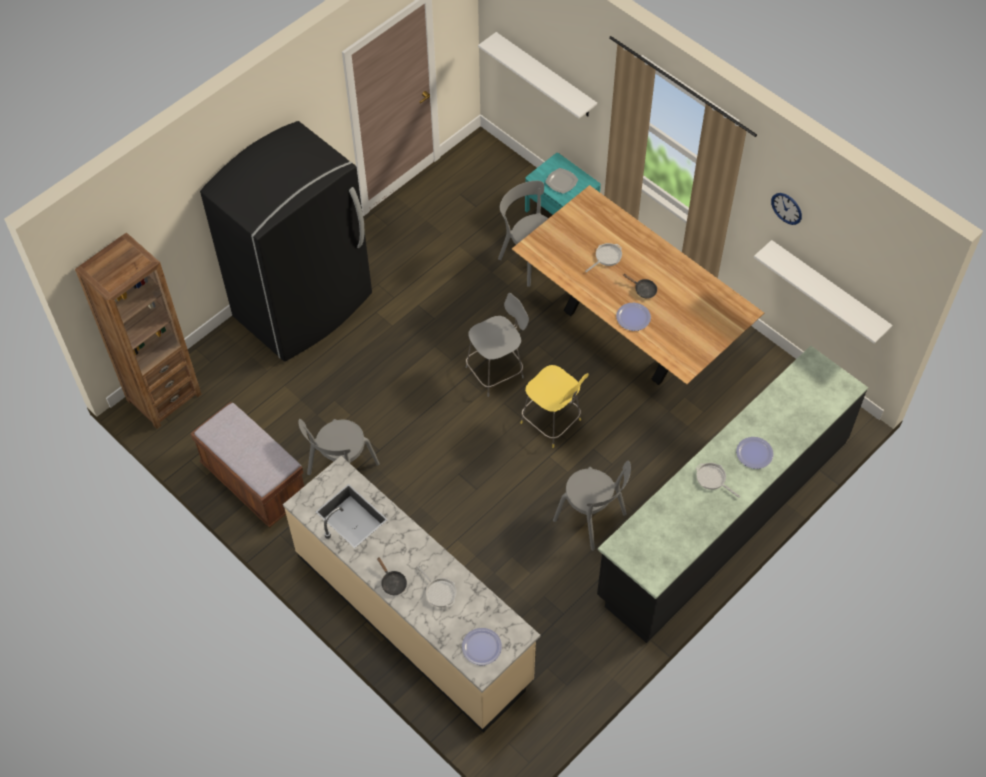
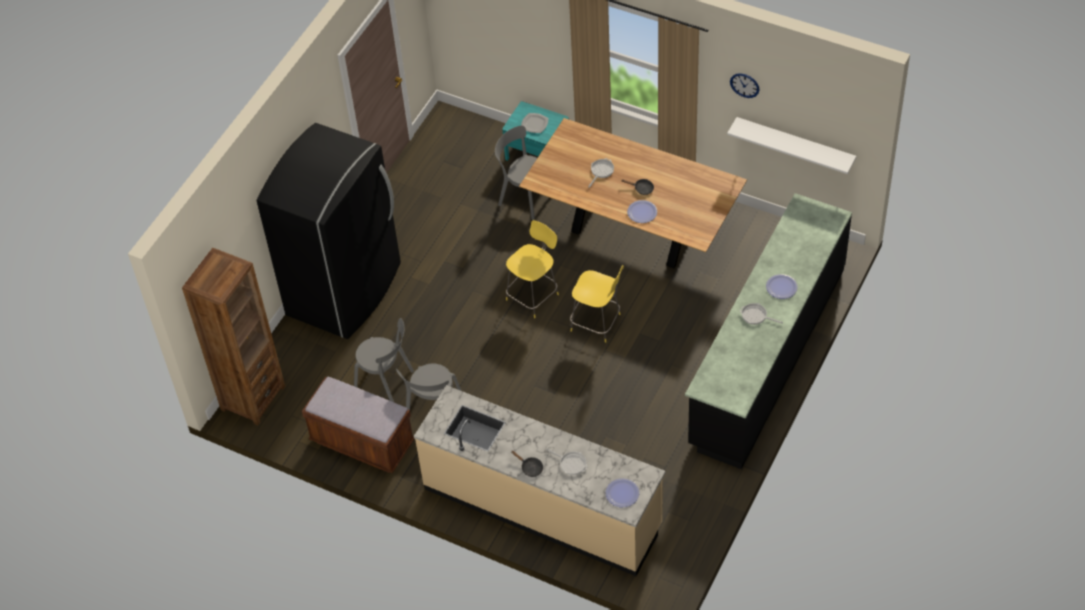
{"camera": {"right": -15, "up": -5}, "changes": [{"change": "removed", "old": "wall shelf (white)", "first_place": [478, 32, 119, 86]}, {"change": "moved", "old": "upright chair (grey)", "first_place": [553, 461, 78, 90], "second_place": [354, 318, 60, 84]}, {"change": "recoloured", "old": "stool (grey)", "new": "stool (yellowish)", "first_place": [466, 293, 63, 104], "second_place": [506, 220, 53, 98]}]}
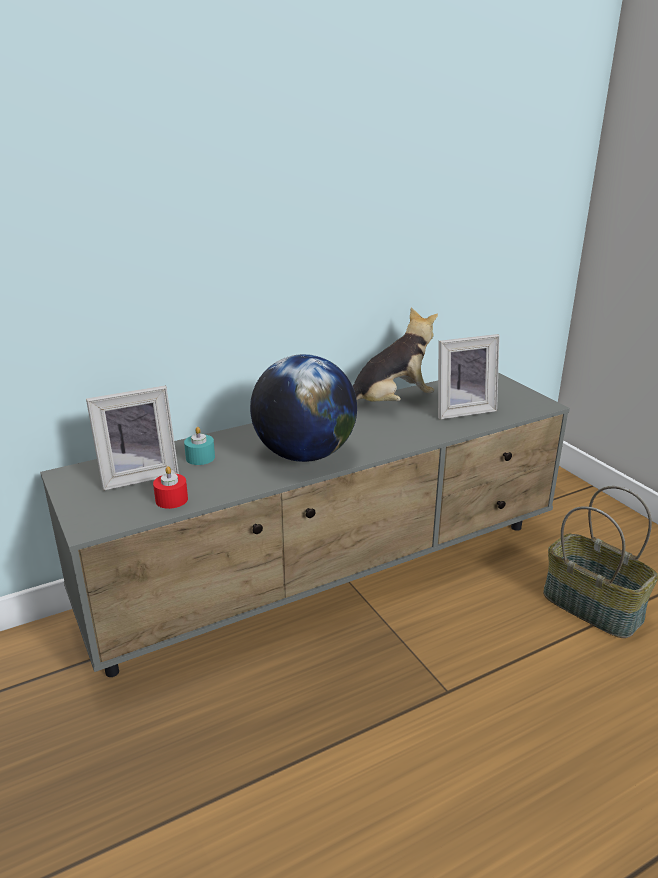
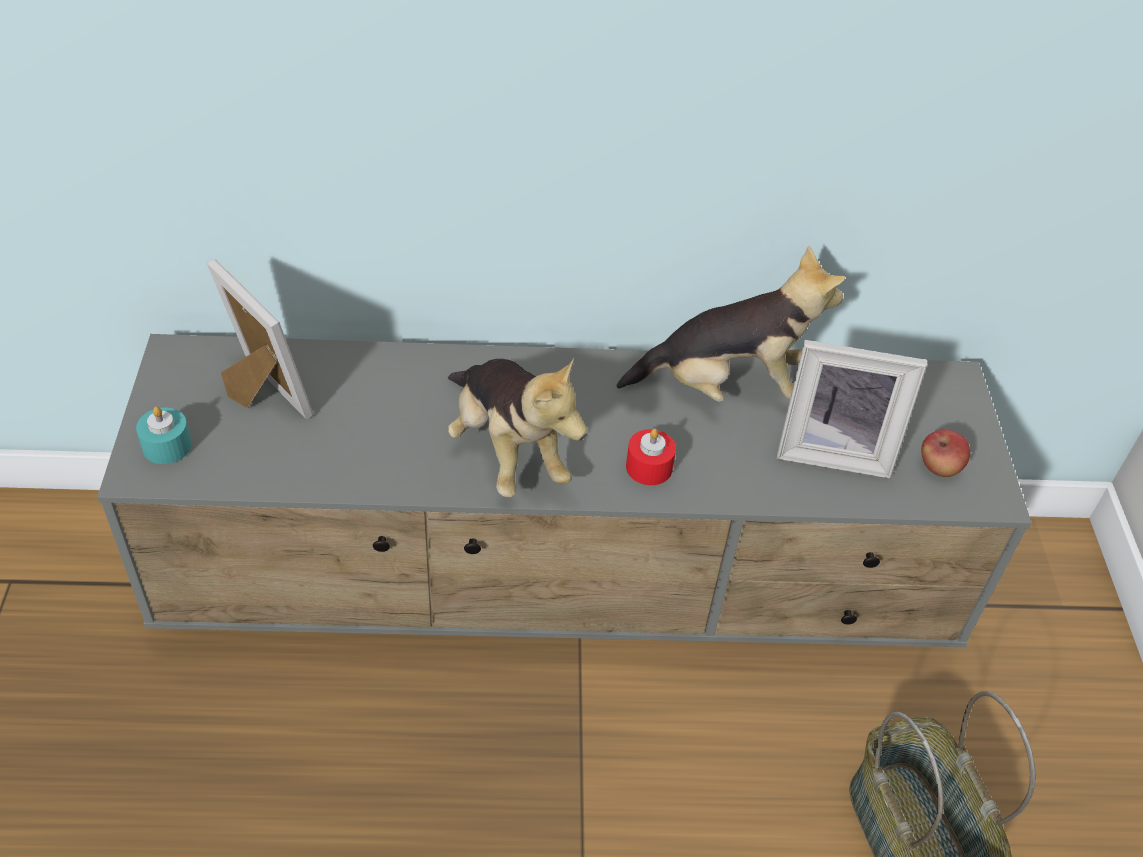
{"camera": {"right": 25, "up": 20}, "changes": [{"change": "added", "new": "apple fruit", "second_place": [921, 429, 49, 48]}, {"change": "moved", "old": "candle (red)", "first_place": [153, 466, 35, 43], "second_place": [626, 429, 50, 56]}, {"change": "moved", "old": "candle (turquoise-coloured)", "first_place": [184, 427, 31, 38], "second_place": [136, 406, 56, 58]}, {"change": "replaced", "old": "world globe", "new": "plush toy", "first_place": [250, 354, 107, 108], "second_place": [448, 358, 139, 139]}, {"change": "turned", "old": "picture frame", "first_place": [86, 386, 93, 105], "second_place": [207, 259, 106, 161], "degrees": -135}]}
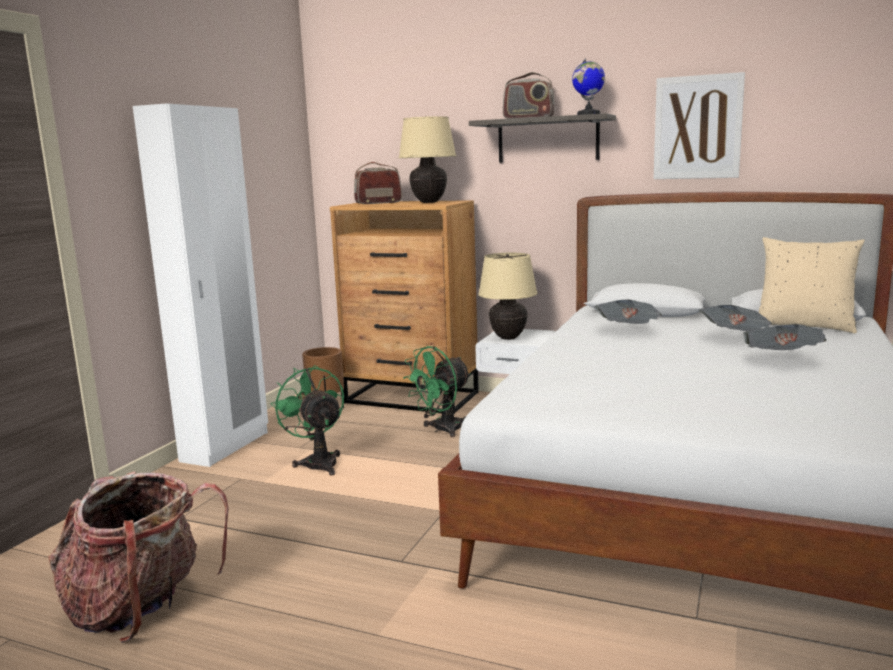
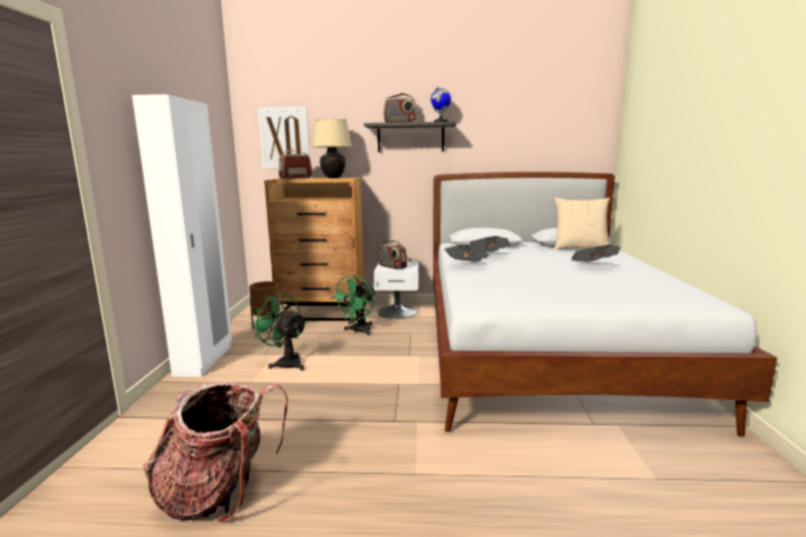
{"camera": {"right": -20, "up": 0}, "changes": [{"change": "moved", "old": "wall picture", "first_place": [654, 72, 91, 107], "second_place": [258, 107, 52, 61]}, {"change": "moved", "old": "printed paper", "first_place": [699, 305, 73, 26], "second_place": [444, 245, 45, 17]}, {"change": "replaced", "old": "tabletop lamp (beige-coloured)", "new": "radio set", "first_place": [478, 253, 60, 87], "second_place": [379, 240, 28, 30]}]}
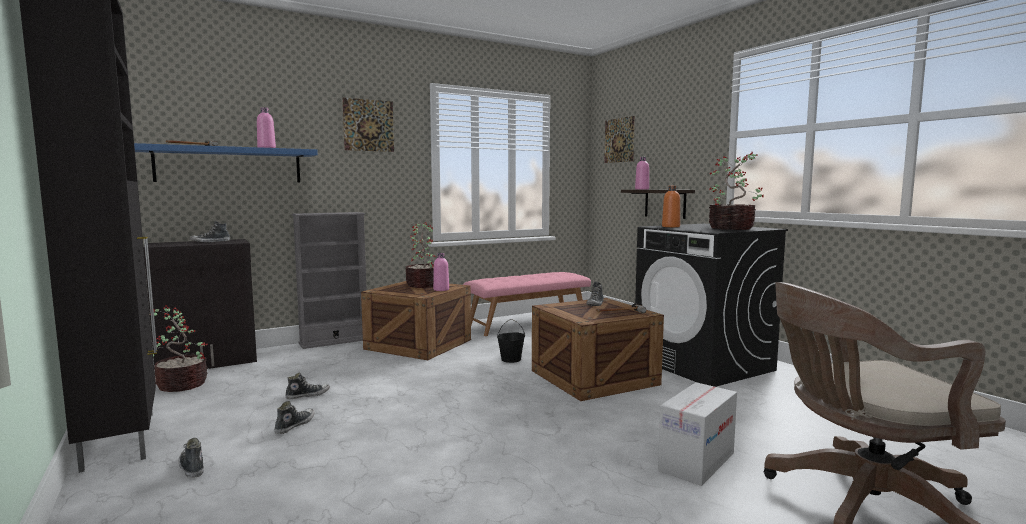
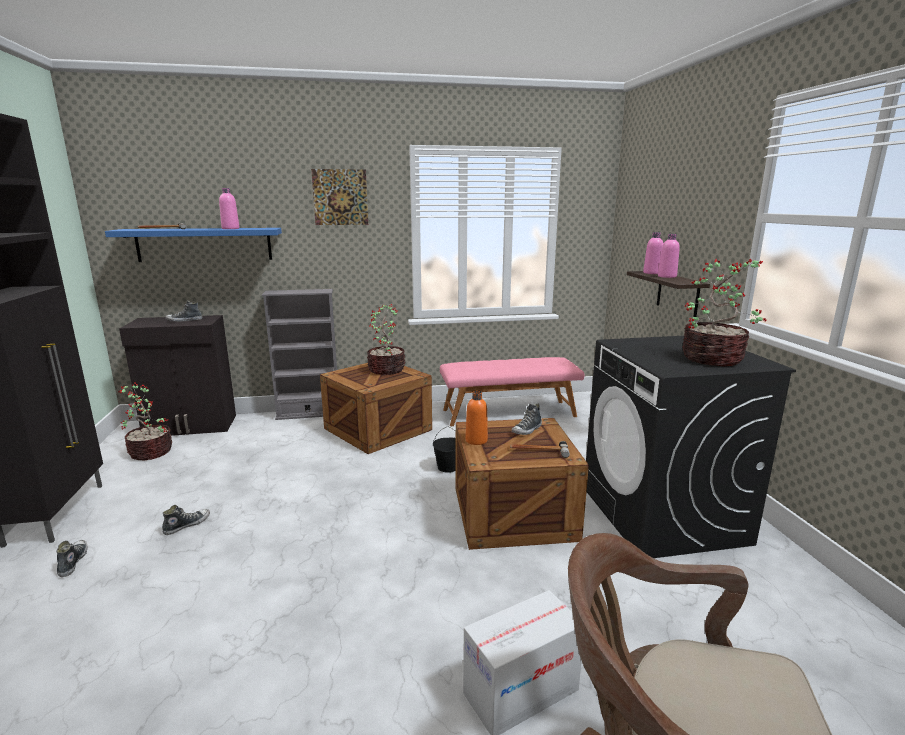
{"camera": {"right": 20, "up": 10}, "changes": [{"change": "removed", "old": "low shoe", "first_place": [285, 373, 45, 26]}, {"change": "removed", "old": "wall picture", "first_place": [604, 116, 31, 47]}, {"change": "moved", "old": "beverage bottle (pink-coloured)", "first_place": [433, 253, 16, 38], "second_place": [658, 234, 22, 44]}, {"change": "moved", "old": "beverage bottle (orange-coloured)", "first_place": [662, 186, 18, 41], "second_place": [465, 391, 23, 54]}]}
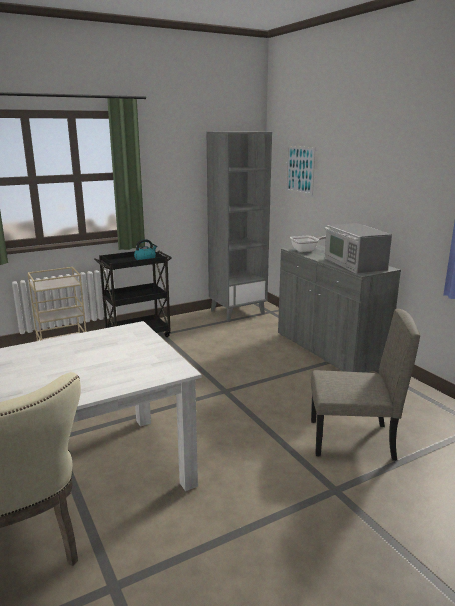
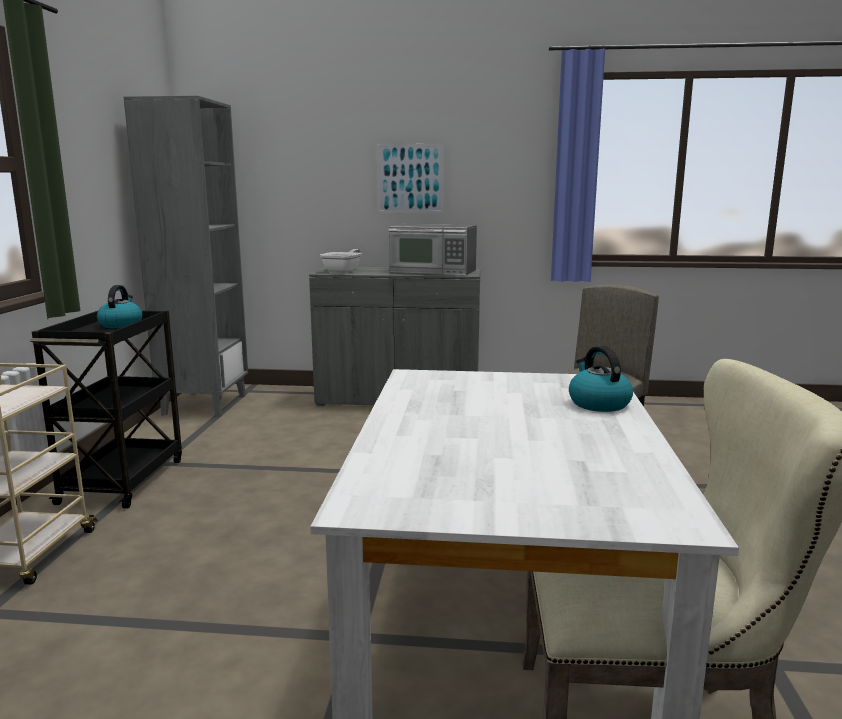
{"camera": {"right": -55, "up": -5}, "changes": [{"change": "added", "new": "kettle", "second_place": [569, 346, 64, 66]}, {"change": "moved", "old": "wall picture", "first_place": [286, 146, 30, 49], "second_place": [377, 144, 67, 69]}]}
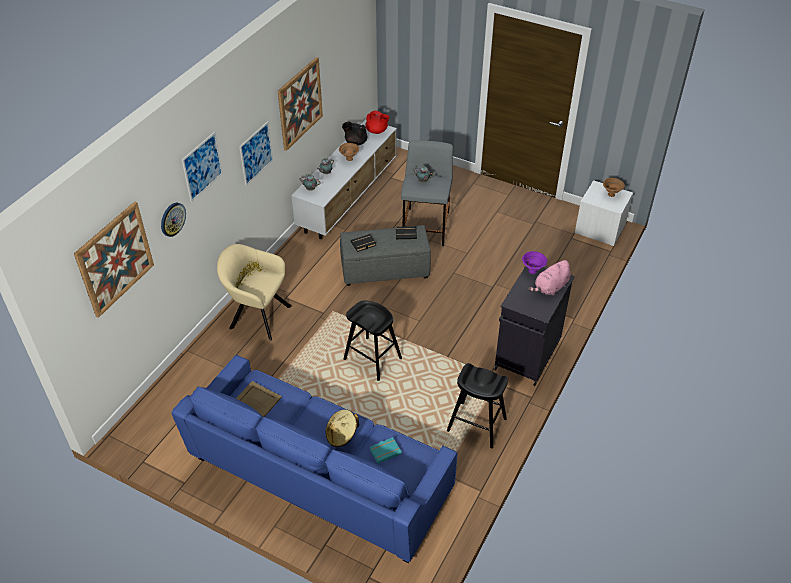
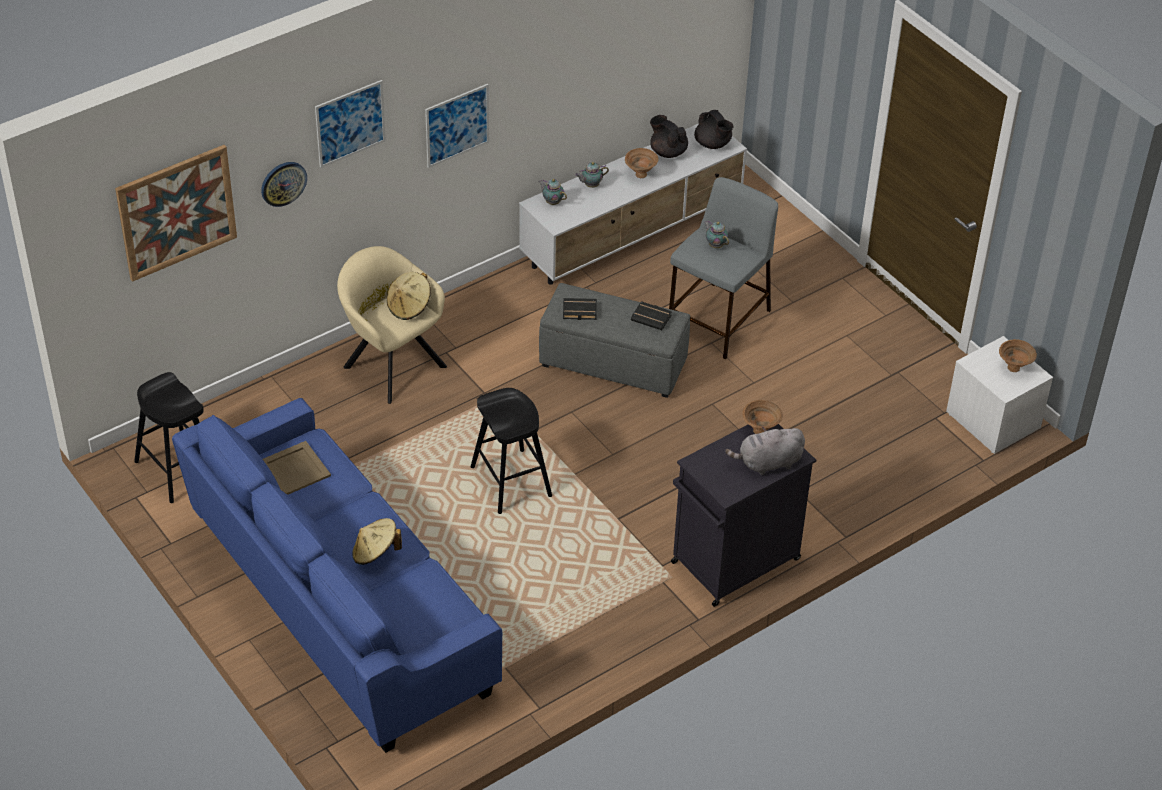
{"camera": {"right": 25, "up": 0}, "changes": [{"change": "removed", "old": "wall picture", "first_place": [278, 57, 45, 94]}, {"change": "removed", "old": "book (turquoise-coloured)", "first_place": [370, 437, 32, 27]}, {"change": "added", "new": "clothing hat (beige-coloured)", "second_place": [387, 272, 44, 48]}, {"change": "moved", "old": "stool (black-coloured)", "first_place": [447, 363, 61, 86], "second_place": [134, 372, 70, 131]}, {"change": "recoloured", "old": "pot for tea (red)", "new": "pot for tea (black-coloured)", "first_place": [365, 111, 25, 23], "second_place": [694, 110, 39, 39]}, {"change": "recoloured", "old": "bowl (purple)", "new": "bowl (brown)", "first_place": [522, 251, 25, 23], "second_place": [742, 400, 41, 34]}, {"change": "recoloured", "old": "plush toy (pink-coloured)", "new": "plush toy (grey)", "first_place": [528, 260, 43, 36], "second_place": [725, 426, 80, 49]}]}
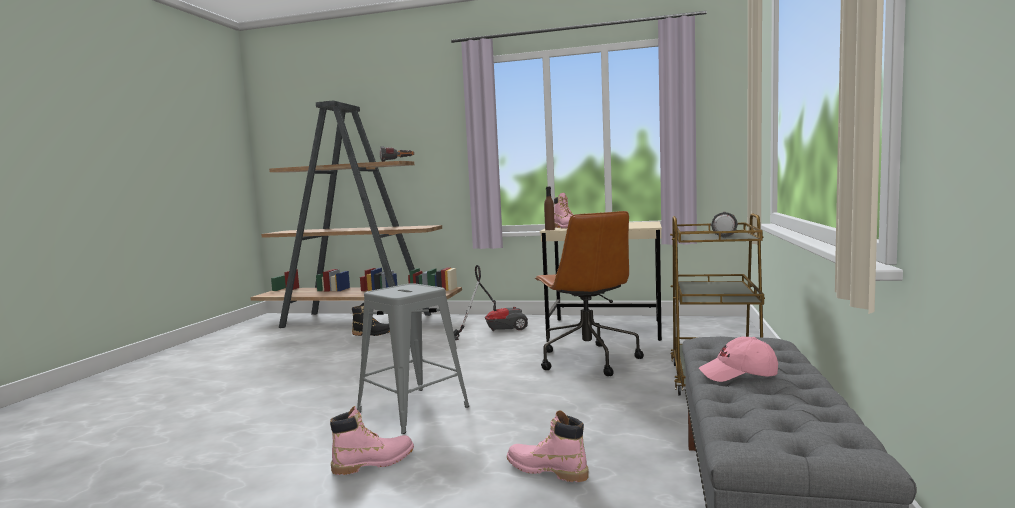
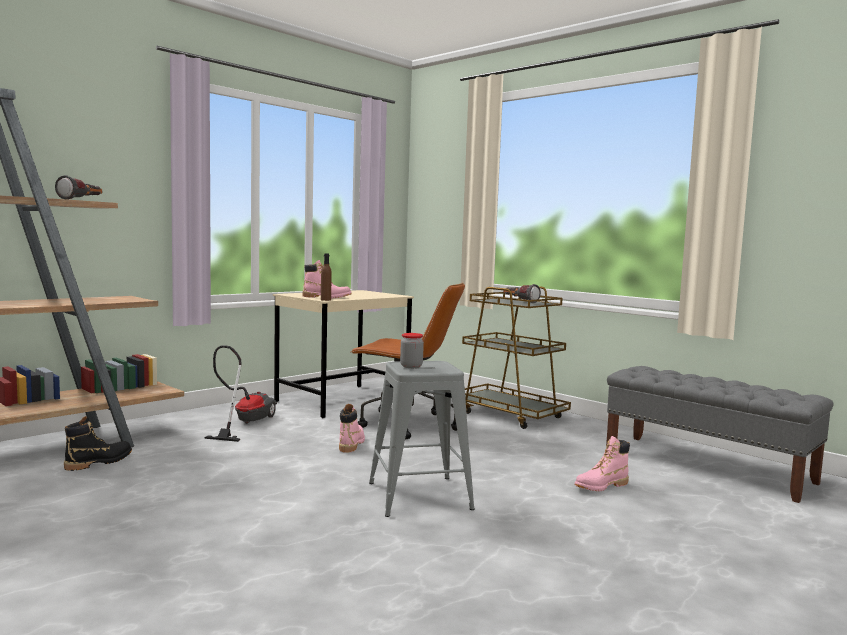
{"camera": {"right": -60, "up": 0}, "changes": [{"change": "removed", "old": "baseball cap (pink-coloured)", "first_place": [699, 337, 79, 45]}, {"change": "added", "new": "storage jar", "second_place": [400, 333, 24, 35]}, {"change": "moved", "old": "high-top boot (pink-coloured)", "first_place": [330, 406, 84, 69], "second_place": [339, 404, 26, 49]}]}
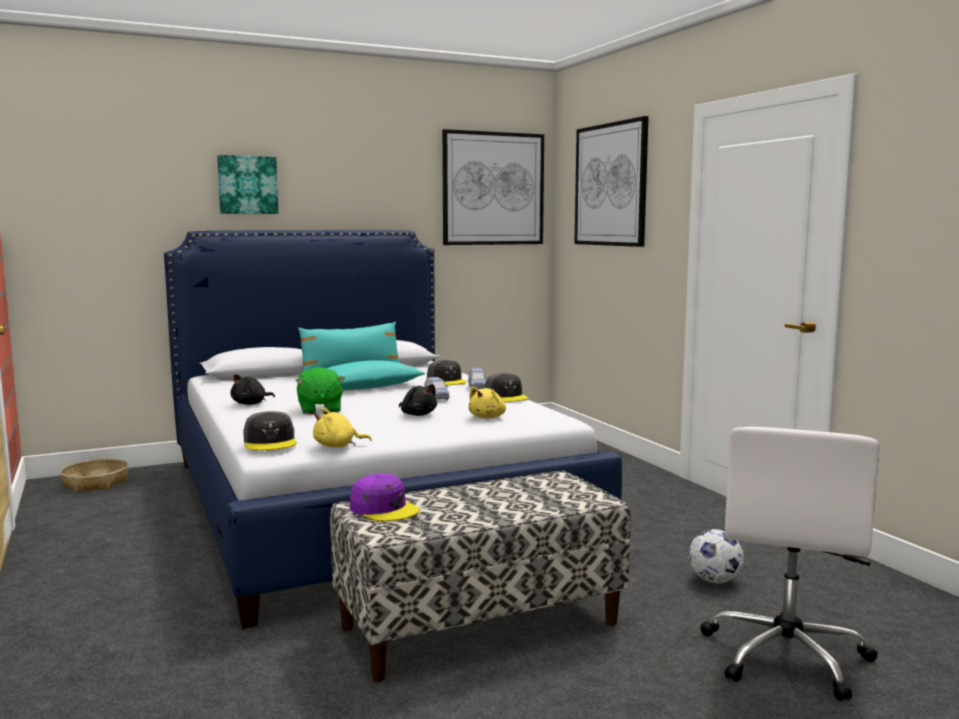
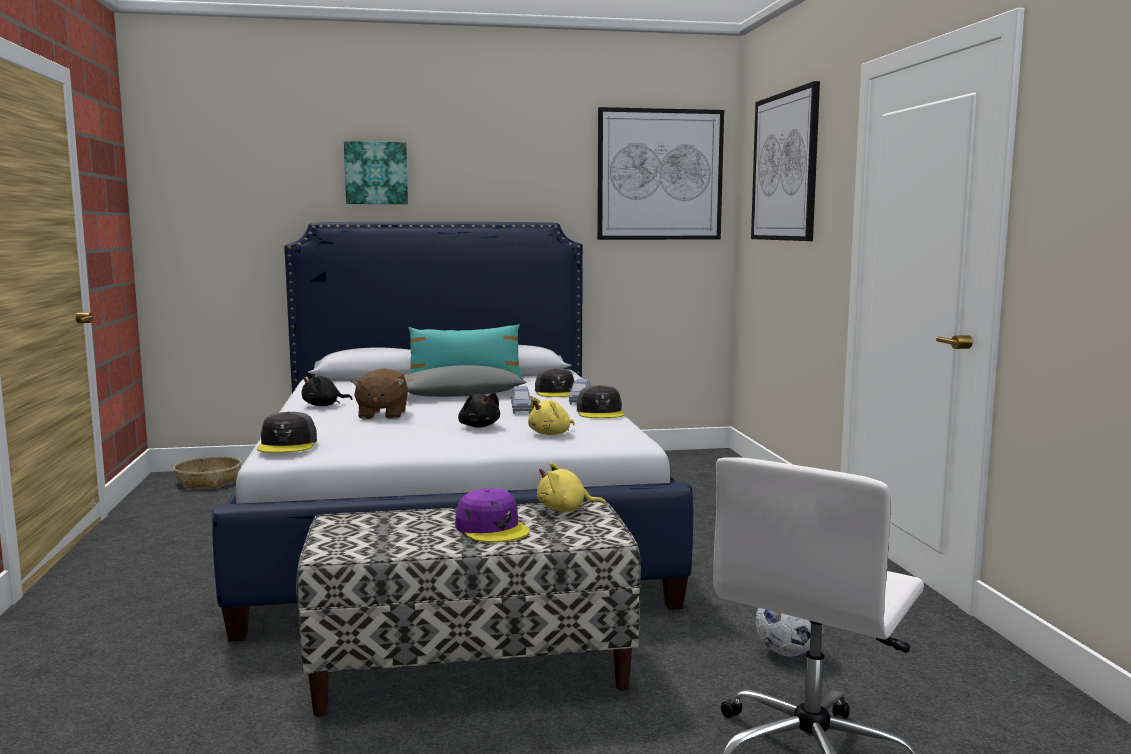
{"camera": {"right": 15, "up": 0}, "changes": [{"change": "moved", "old": "plush toy (yellowish)", "first_place": [313, 408, 59, 40], "second_place": [537, 463, 69, 49]}, {"change": "moved", "old": "baseball cap (purple)", "first_place": [350, 474, 69, 47], "second_place": [455, 488, 75, 54]}, {"change": "recoloured", "old": "plush toy (green)", "new": "plush toy (brown)", "first_place": [296, 367, 49, 47], "second_place": [351, 368, 57, 51]}, {"change": "recoloured", "old": "throw pillow (turquoise-coloured)", "new": "throw pillow (grey)", "first_place": [327, 360, 98, 30], "second_place": [404, 365, 122, 32]}]}
